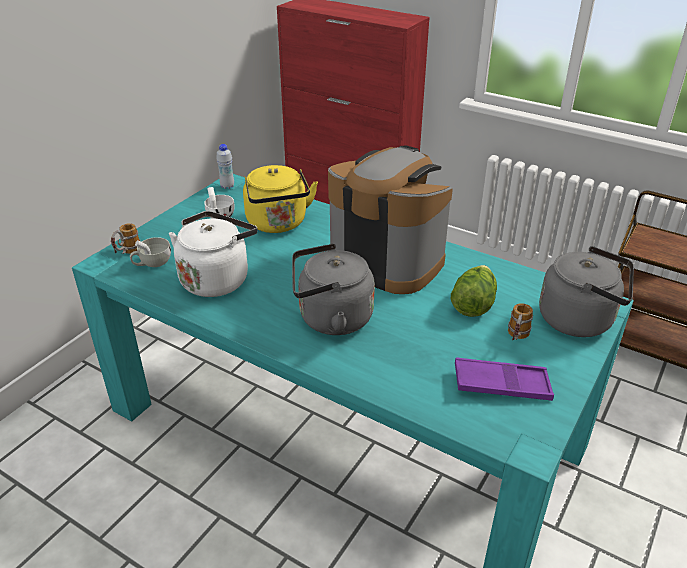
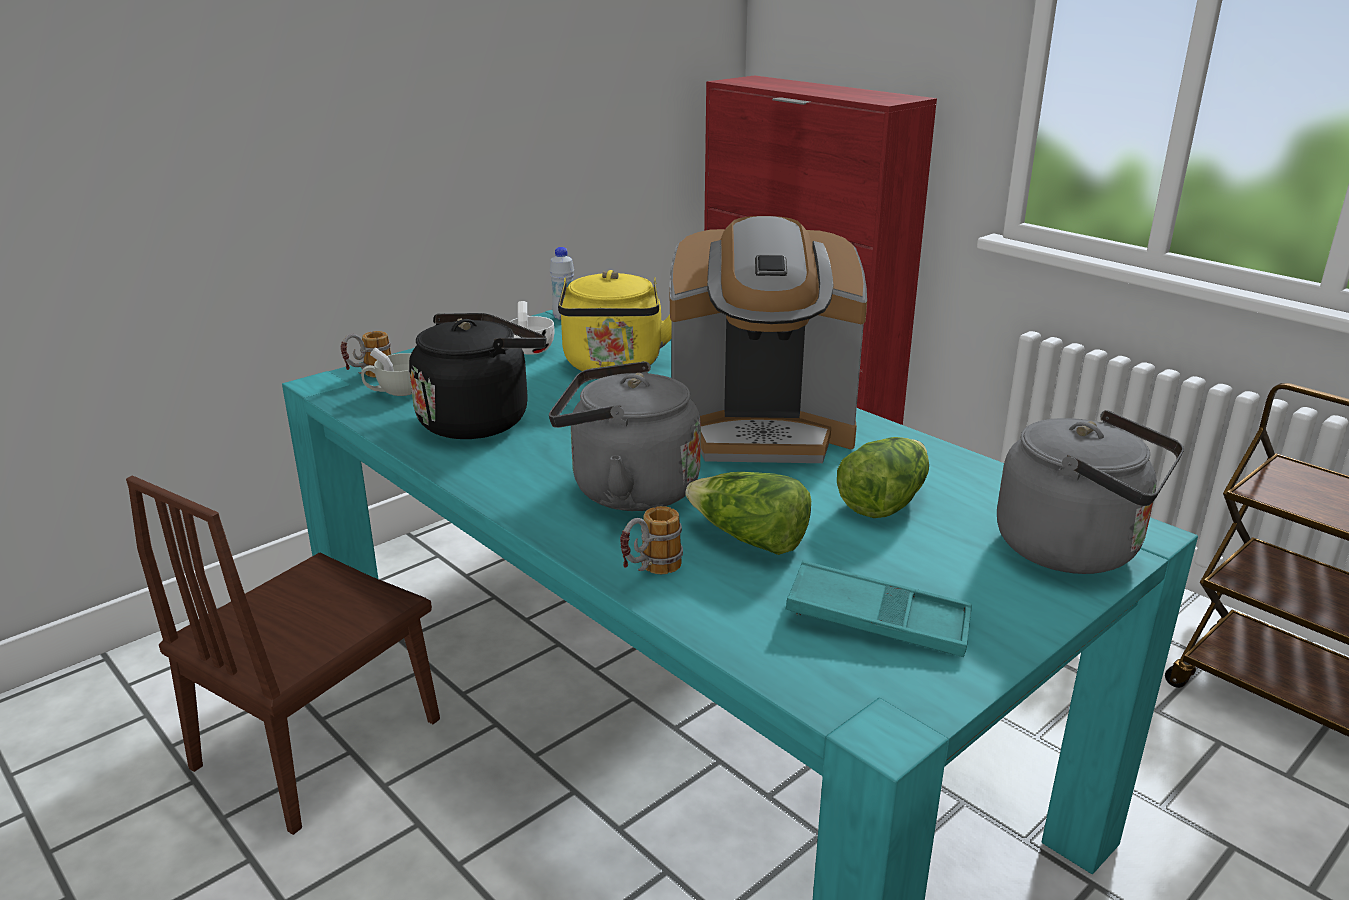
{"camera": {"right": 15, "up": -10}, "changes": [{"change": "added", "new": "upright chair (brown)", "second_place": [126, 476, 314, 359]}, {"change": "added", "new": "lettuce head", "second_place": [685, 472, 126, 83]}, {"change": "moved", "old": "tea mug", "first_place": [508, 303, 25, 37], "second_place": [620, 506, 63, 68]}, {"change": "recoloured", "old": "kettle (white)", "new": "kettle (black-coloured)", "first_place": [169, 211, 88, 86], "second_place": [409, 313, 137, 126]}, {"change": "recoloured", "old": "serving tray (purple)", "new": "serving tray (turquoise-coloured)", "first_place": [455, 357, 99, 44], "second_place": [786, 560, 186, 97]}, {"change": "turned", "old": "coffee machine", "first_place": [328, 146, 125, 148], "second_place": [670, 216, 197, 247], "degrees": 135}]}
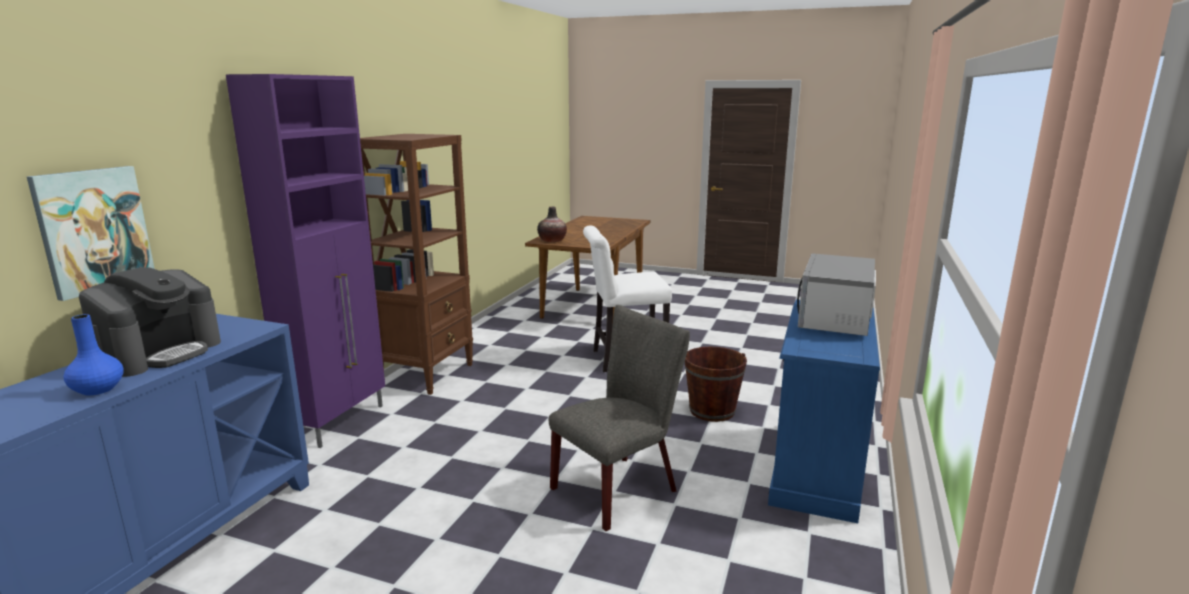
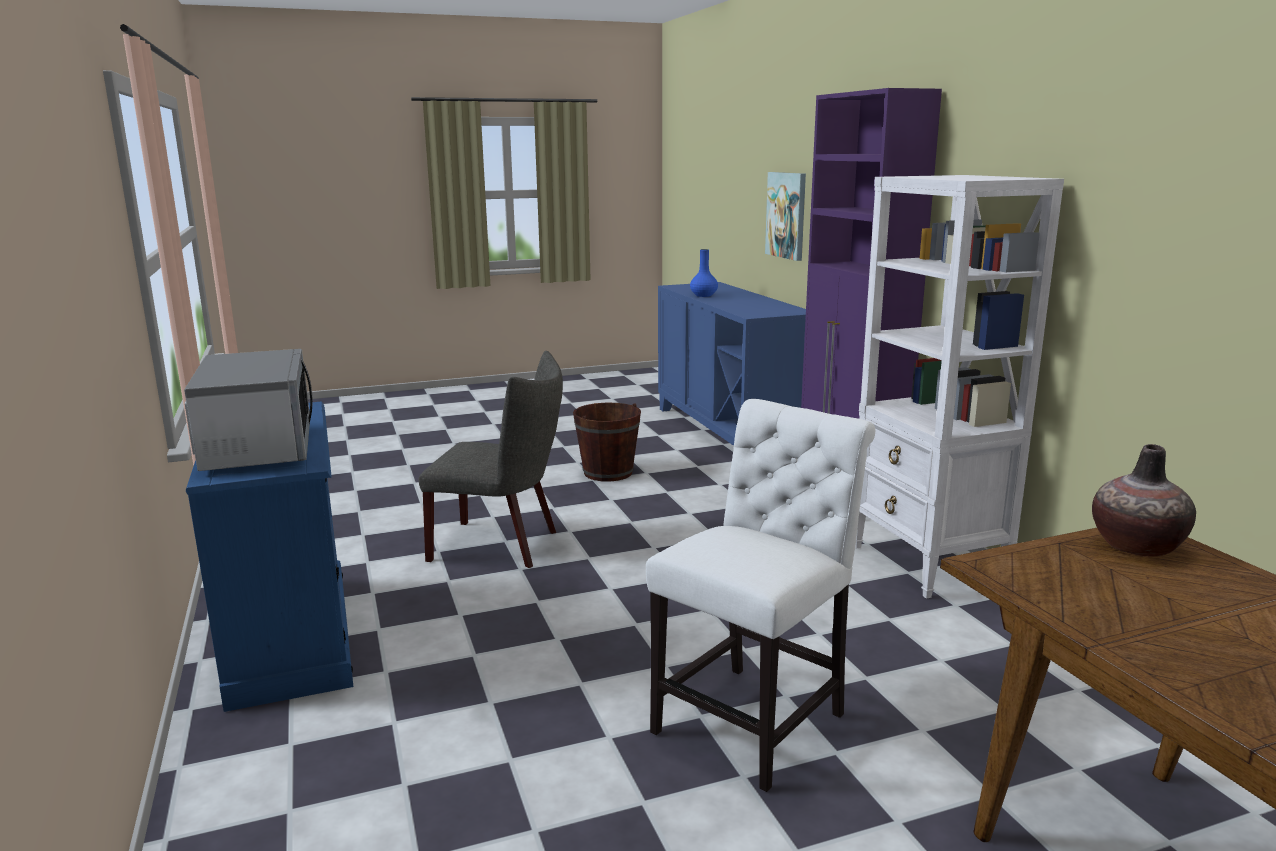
{"camera": {"right": 140, "up": 0}, "changes": [{"change": "removed", "old": "coffee machine", "first_place": [79, 267, 142, 110]}, {"change": "moved", "old": "water bucket (brown)", "first_place": [685, 346, 62, 76], "second_place": [573, 403, 68, 79]}, {"change": "recoloured", "old": "bookshelf (brown)", "new": "bookshelf (white)", "first_place": [360, 134, 113, 261], "second_place": [855, 175, 209, 424]}, {"change": "turned", "old": "upright chair (grey)", "first_place": [549, 305, 141, 226], "second_place": [419, 351, 144, 217], "degrees": -90}]}
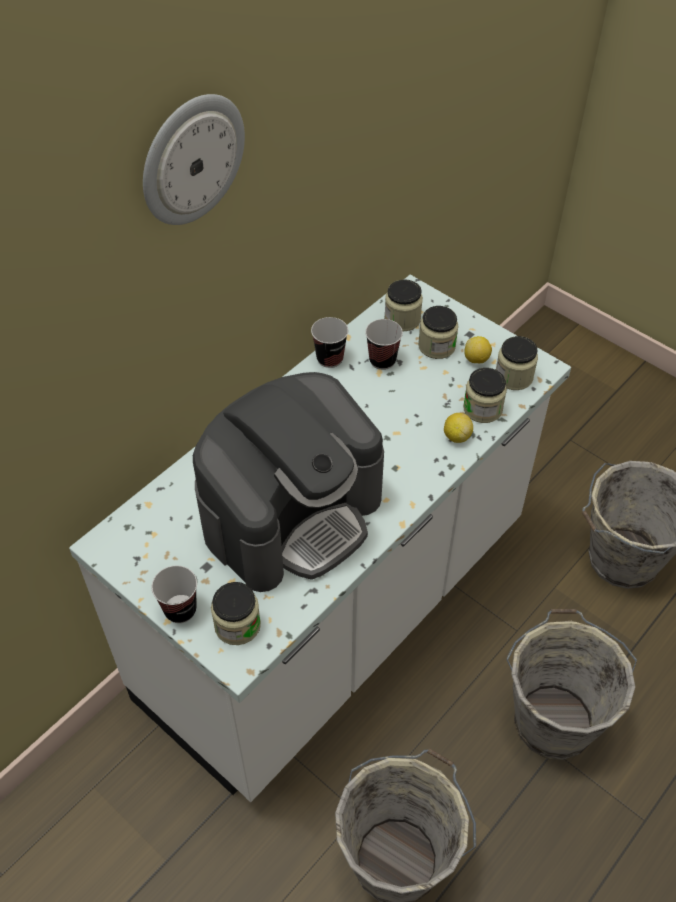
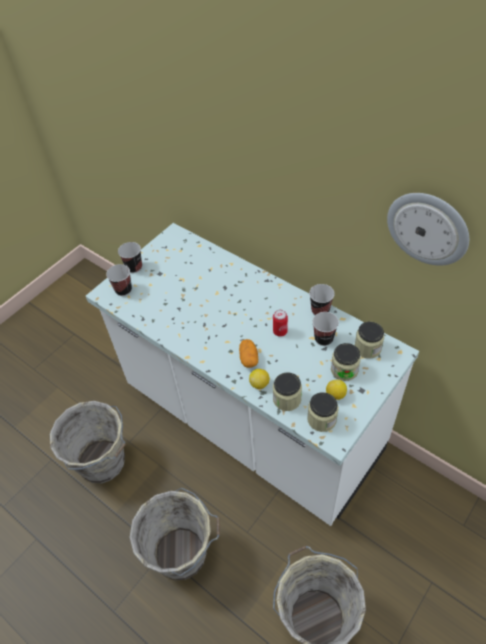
{"camera": {"right": 90, "up": 0}, "changes": [{"change": "removed", "old": "coffee machine", "first_place": [193, 372, 191, 220]}, {"change": "added", "new": "spud", "second_place": [239, 339, 19, 29]}, {"change": "added", "new": "can", "second_place": [273, 310, 15, 27]}, {"change": "moved", "old": "wall clock", "first_place": [143, 94, 102, 131], "second_place": [387, 193, 82, 73]}, {"change": "replaced", "old": "storage jar", "new": "small cup", "first_place": [211, 582, 50, 63], "second_place": [106, 264, 26, 32]}]}
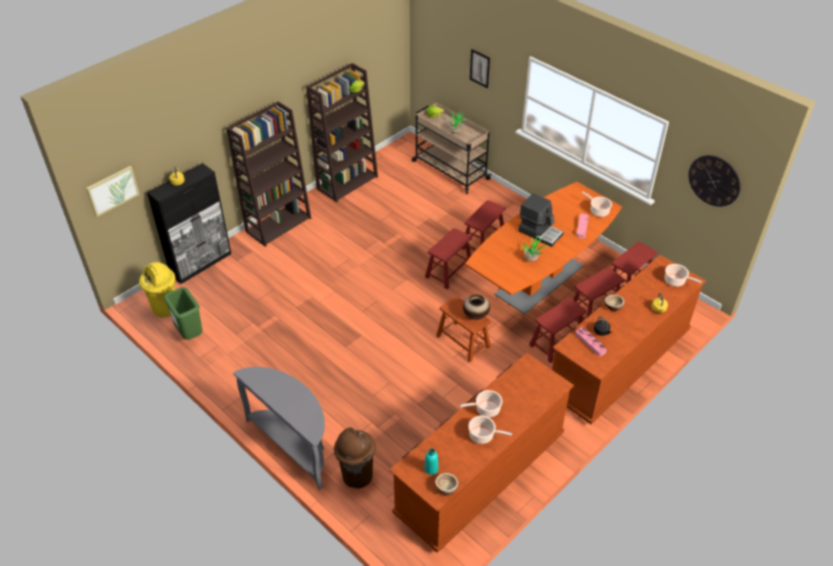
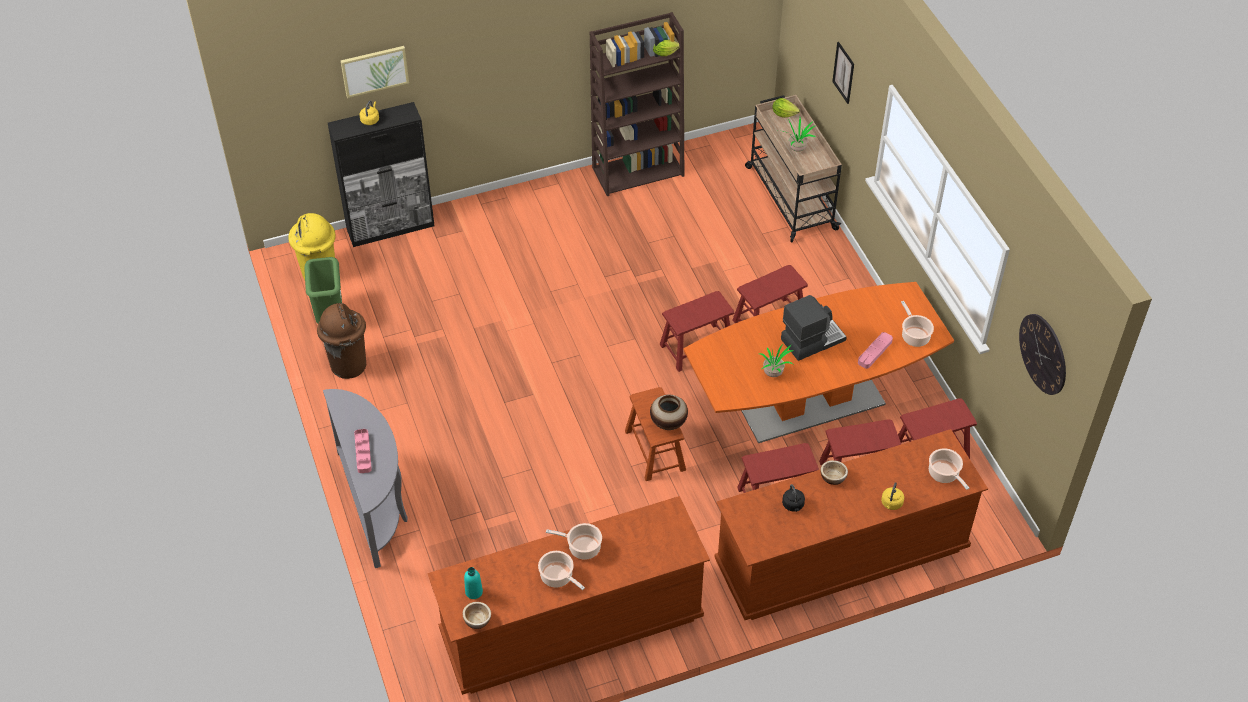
{"camera": {"right": 25, "up": 5}, "changes": [{"change": "removed", "old": "bookshelf (brown)", "first_place": [226, 101, 85, 146]}, {"change": "moved", "old": "wall picture", "first_place": [86, 166, 54, 51], "second_place": [341, 46, 68, 52]}, {"change": "moved", "old": "rubbish bin (brown)", "first_place": [334, 427, 42, 62], "second_place": [317, 303, 49, 76]}, {"change": "moved", "old": "serving tray (pink-coloured)", "first_place": [575, 327, 32, 29], "second_place": [354, 429, 18, 44]}, {"change": "turned", "old": "coffee machine", "first_place": [518, 193, 46, 54], "second_place": [781, 295, 66, 66], "degrees": -90}]}
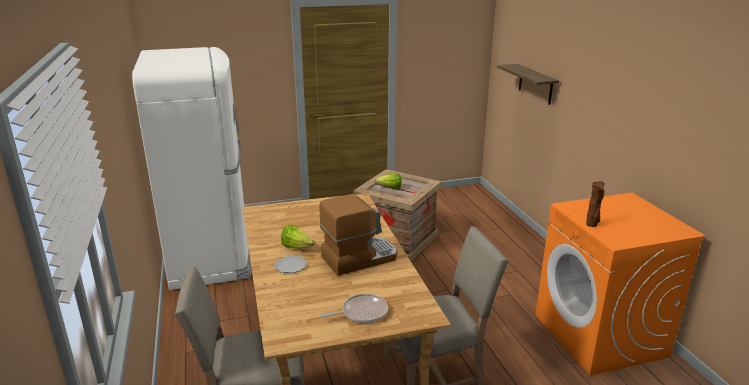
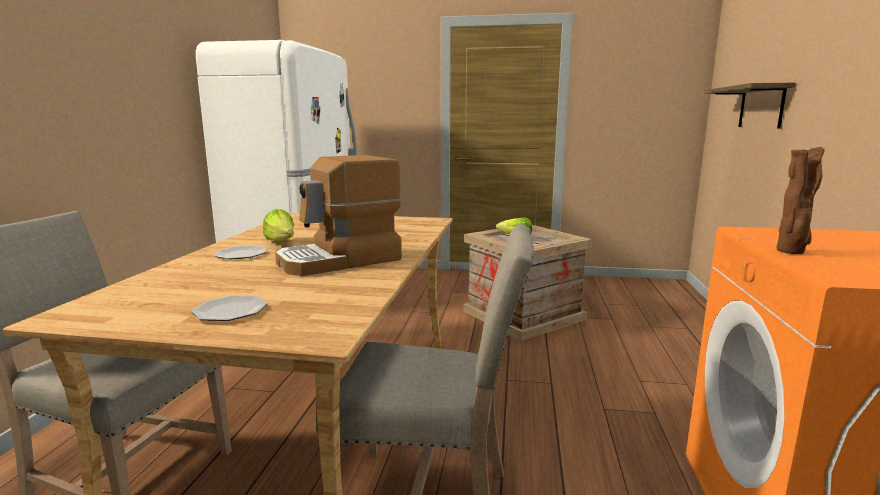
{"camera": {"right": 25, "up": -10}, "changes": [{"change": "replaced", "old": "pan", "new": "flat dish", "first_place": [319, 294, 69, 29], "second_place": [191, 295, 77, 26]}, {"change": "turned", "old": "coffee machine", "first_place": [319, 194, 78, 82], "second_place": [275, 155, 127, 121], "degrees": 150}]}
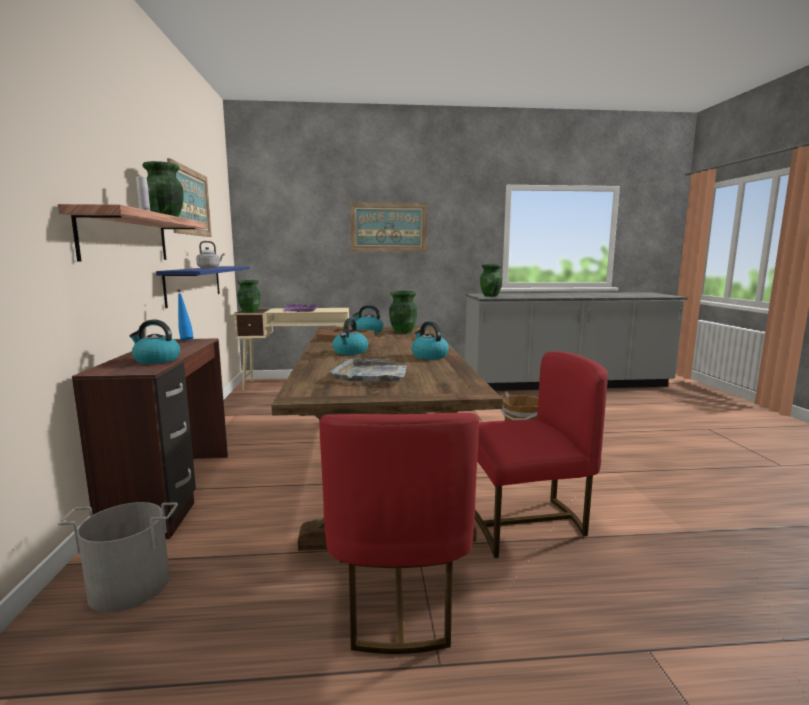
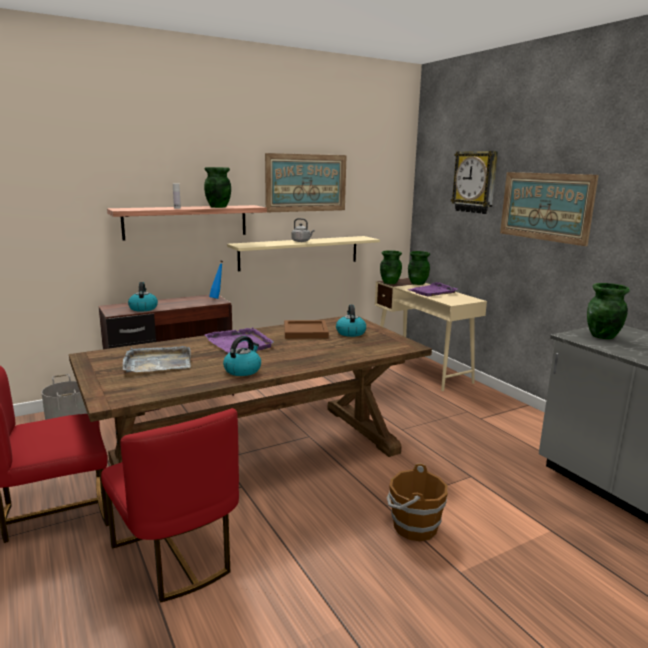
{"camera": {"right": 65, "up": 5}, "changes": [{"change": "added", "new": "wall clock", "second_place": [451, 151, 47, 63]}, {"change": "moved", "old": "flower vase (green)", "first_place": [389, 291, 28, 42], "second_place": [408, 251, 22, 34]}, {"change": "replaced", "old": "kettle", "new": "serving tray (purple)", "first_place": [332, 318, 36, 37], "second_place": [205, 327, 69, 26]}, {"change": "recoloured", "old": "wall shelf (blue)", "new": "wall shelf (beige-coloured)", "first_place": [156, 266, 94, 42], "second_place": [227, 236, 153, 35]}]}
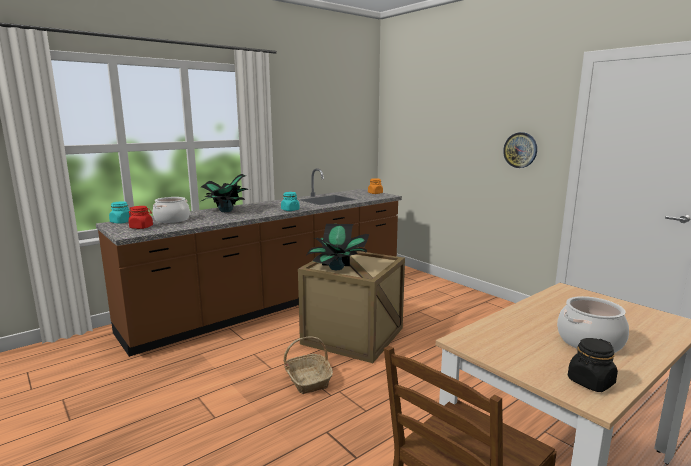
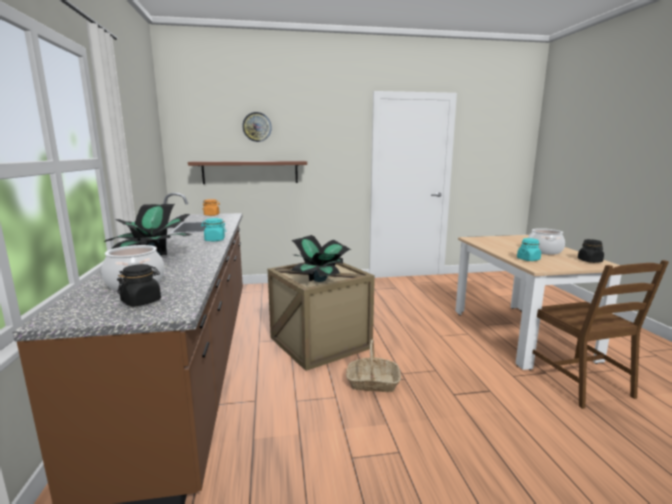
{"camera": {"right": -60, "up": 0}, "changes": [{"change": "added", "new": "wall shelf (brown)", "second_place": [188, 161, 119, 23]}, {"change": "moved", "old": "storage jar (turquoise-coloured)", "first_place": [109, 202, 23, 22], "second_place": [517, 238, 24, 23]}, {"change": "moved", "old": "wall clock", "first_place": [503, 132, 34, 36], "second_place": [242, 112, 30, 30]}, {"change": "recoloured", "old": "storage jar (red)", "new": "storage jar (black-coloured)", "first_place": [129, 206, 24, 23], "second_place": [117, 264, 44, 43]}]}
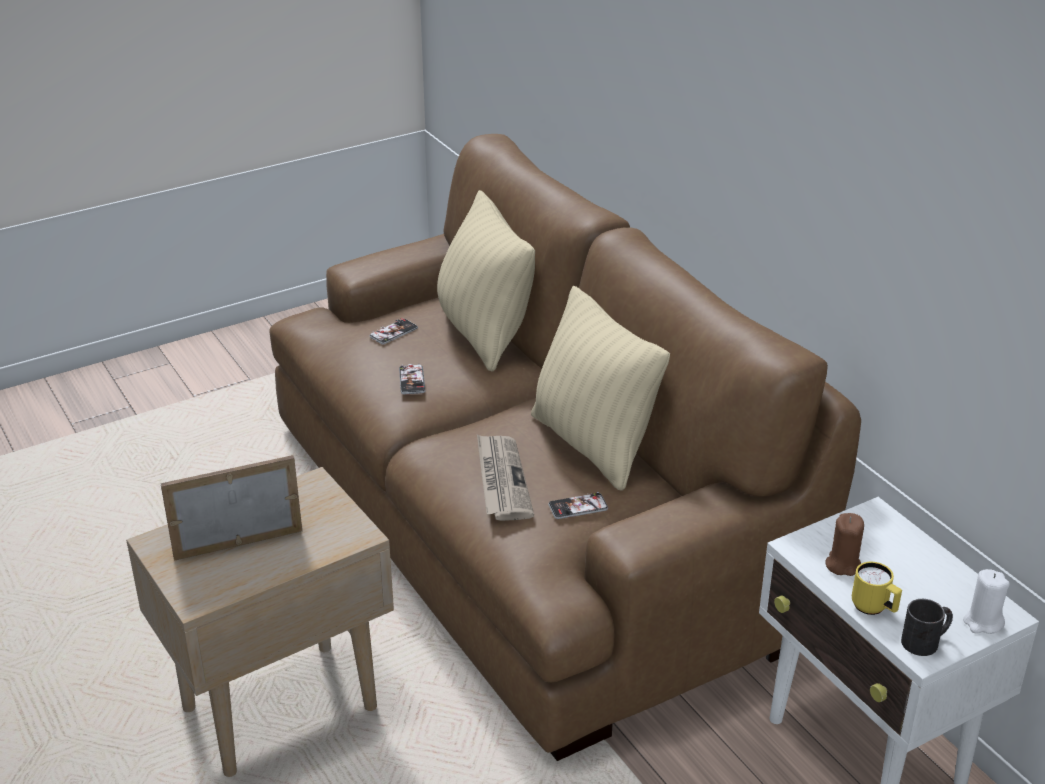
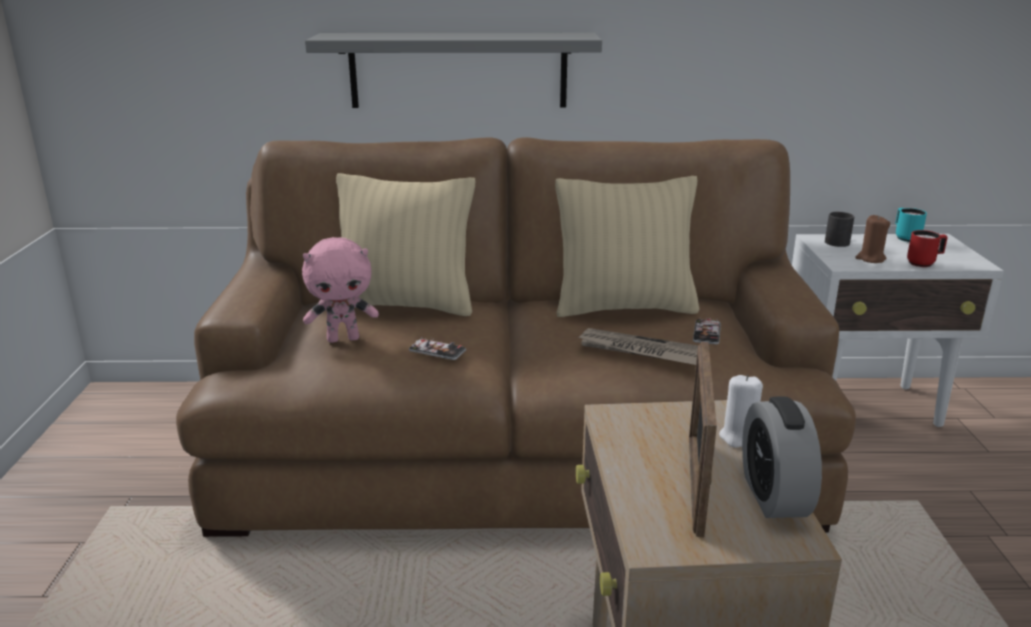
{"camera": {"right": -60, "up": -10}, "changes": [{"change": "added", "new": "wall shelf (grey)", "second_place": [305, 33, 297, 75]}, {"change": "added", "new": "bedside clock", "second_place": [742, 396, 80, 122]}, {"change": "added", "new": "tea mug (turquoise-coloured)", "second_place": [895, 208, 32, 34]}, {"change": "moved", "old": "tea mug (black-coloured)", "first_place": [901, 599, 52, 57], "second_place": [825, 212, 29, 35]}, {"change": "moved", "old": "candle (white)", "first_place": [963, 569, 47, 65], "second_place": [719, 375, 44, 72]}, {"change": "replaced", "old": "handset", "new": "plush toy (pink-coloured)", "first_place": [369, 318, 49, 26], "second_place": [302, 237, 77, 106]}, {"change": "recoloured", "old": "tea mug (yellowish)", "new": "tea mug (red)", "first_place": [852, 562, 50, 53], "second_place": [907, 230, 41, 37]}]}
